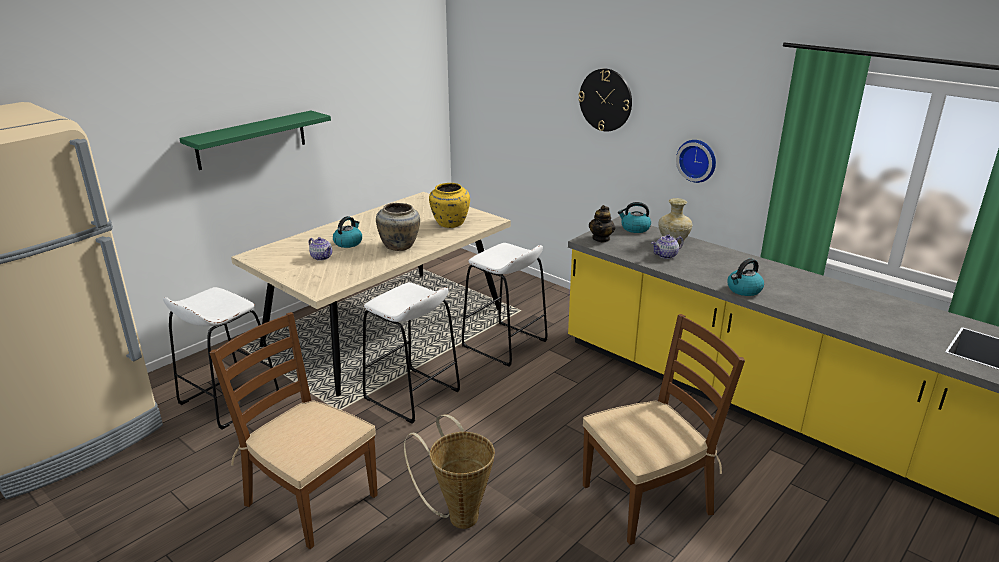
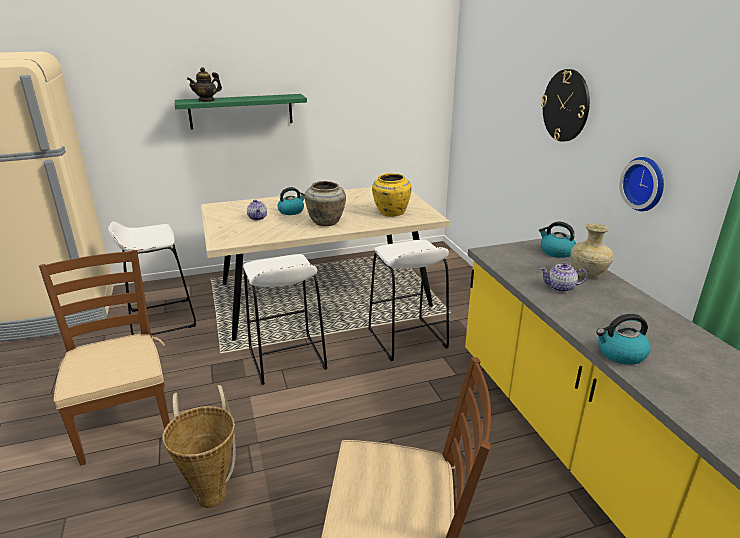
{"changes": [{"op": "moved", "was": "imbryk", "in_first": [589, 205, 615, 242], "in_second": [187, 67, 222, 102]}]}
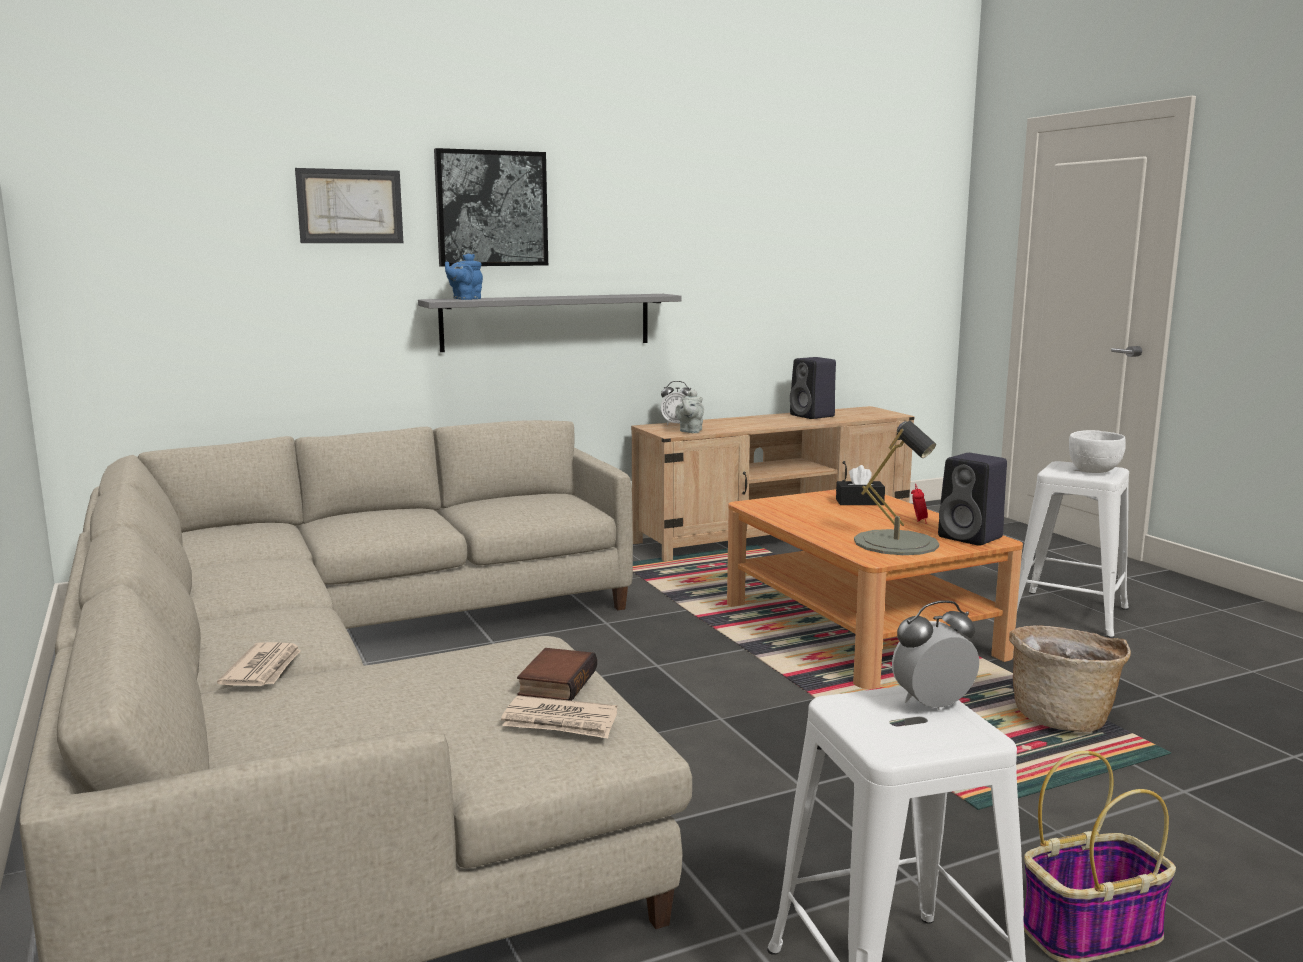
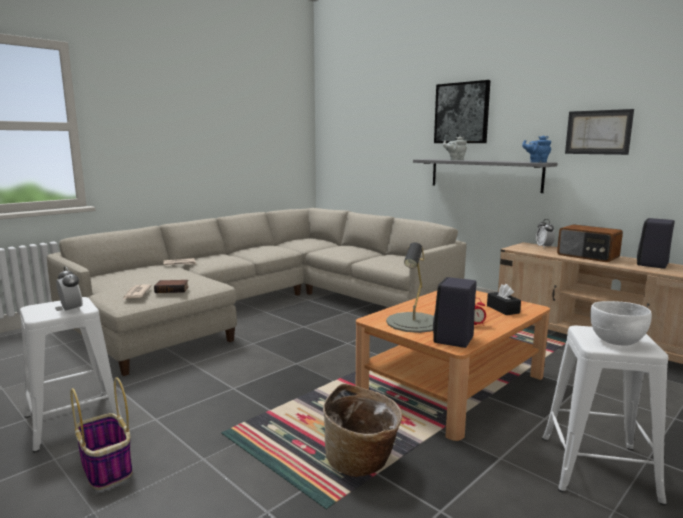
{"changes": [{"op": "moved", "was": "imbryk/szary", "in_first": [675, 389, 704, 433], "in_second": [443, 137, 467, 160]}, {"op": "moved", "was": "imbryk/niebieski", "in_first": [445, 253, 483, 300], "in_second": [522, 136, 551, 163]}, {"op": "added", "now": "radio", "in_second": [557, 224, 623, 262]}, {"op": "moved", "was": "obraz", "in_first": [295, 168, 403, 243], "in_second": [565, 109, 634, 155]}]}
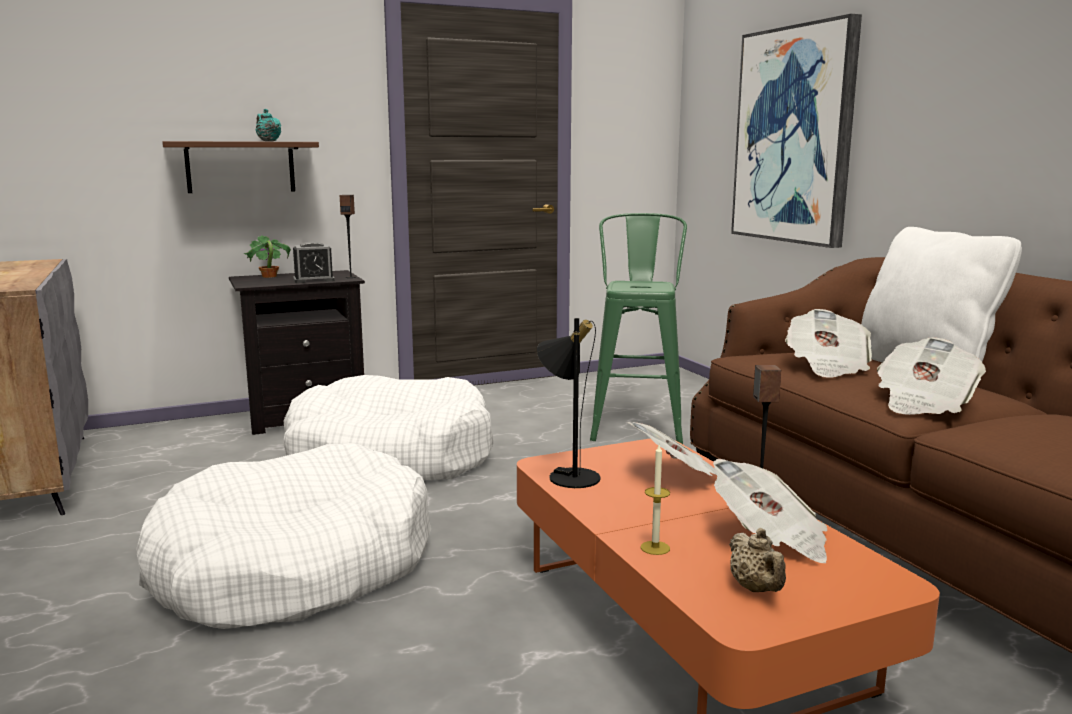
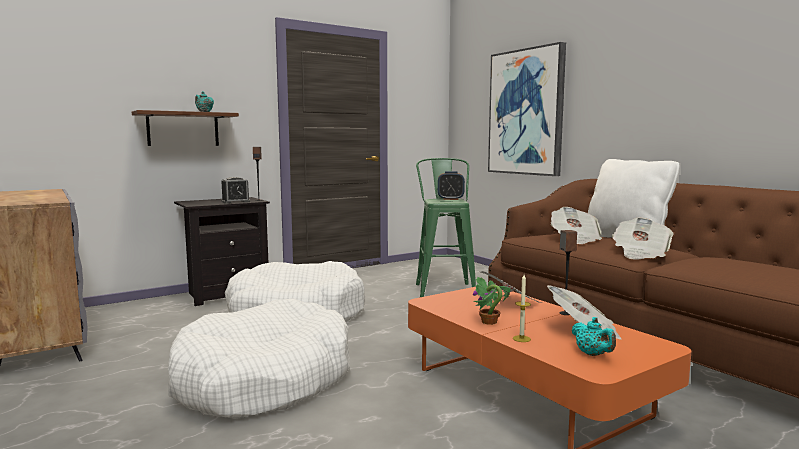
{"changes": [{"op": "added", "now": "budzik", "in_second": [438, 171, 465, 200]}, {"op": "moved", "was": "roślina doniczkowa", "in_first": [244, 235, 291, 278], "in_second": [473, 277, 511, 325]}, {"op": "recoloured", "was": "imbryk/beżowy", "now": "imbryk/turkusowy", "in_first": [729, 528, 786, 592], "in_second": [572, 317, 616, 356]}, {"op": "removed", "was": "lampa stołowa/czarny", "in_first": [537, 318, 601, 488]}]}
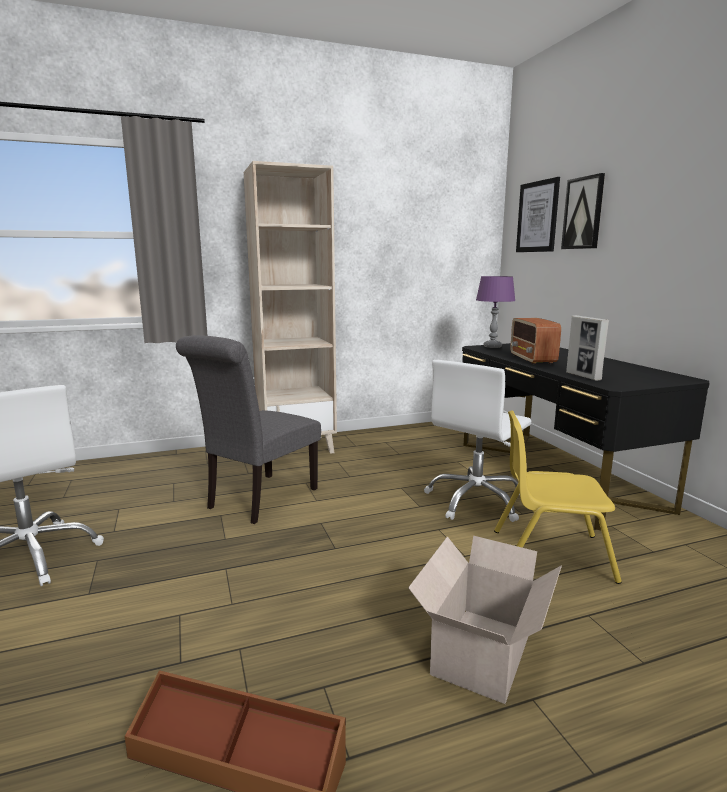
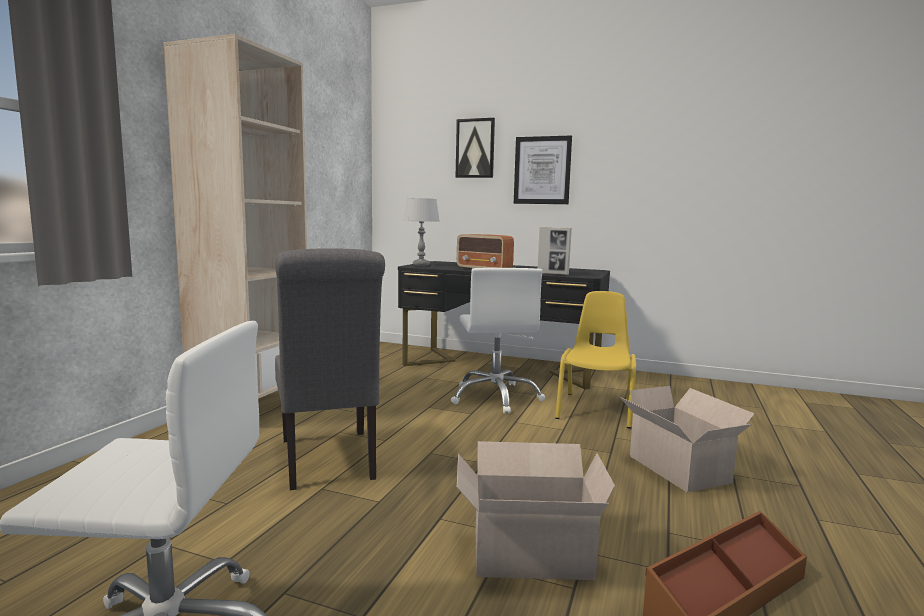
{"changes": [{"op": "recoloured", "was": "lampa stołowa/fioletowy", "now": "lampa stołowa/szary", "in_first": [476, 276, 515, 348], "in_second": [403, 198, 440, 266]}, {"op": "added", "now": "karton", "in_second": [457, 441, 615, 580]}, {"op": "moved", "was": "obraz", "in_first": [516, 177, 560, 252], "in_second": [514, 135, 572, 204]}, {"op": "turned", "was": "krzesło/żółty", "in_first": [494, 410, 622, 584], "in_second": [555, 291, 636, 429], "clockwise": 150}]}
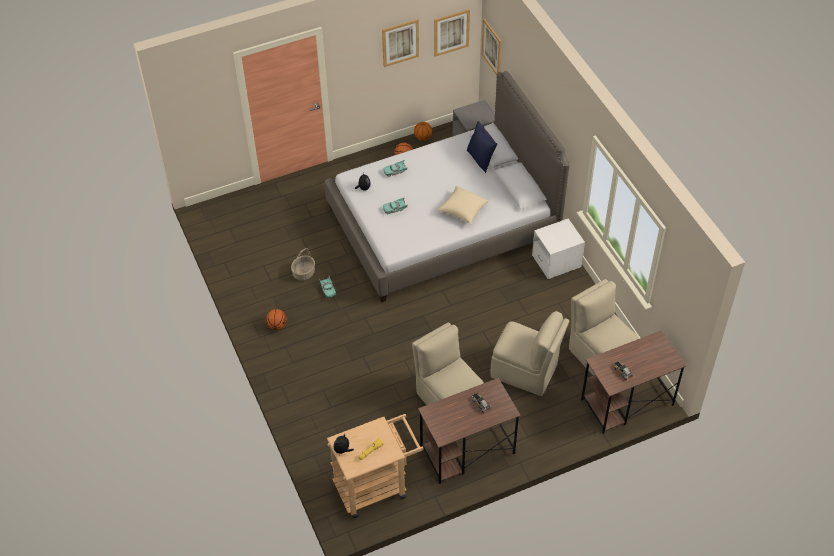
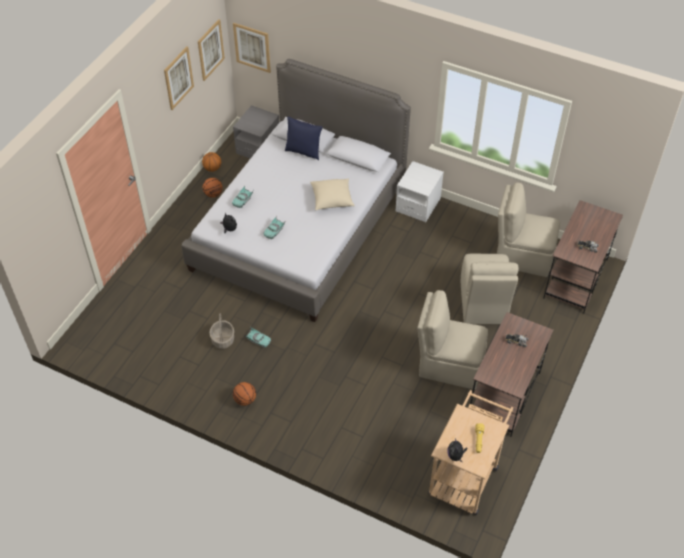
{"changes": [{"op": "turned", "was": "krzesło/beżowy", "in_first": [491, 311, 569, 396], "in_second": [461, 254, 519, 324], "clockwise": 105}]}
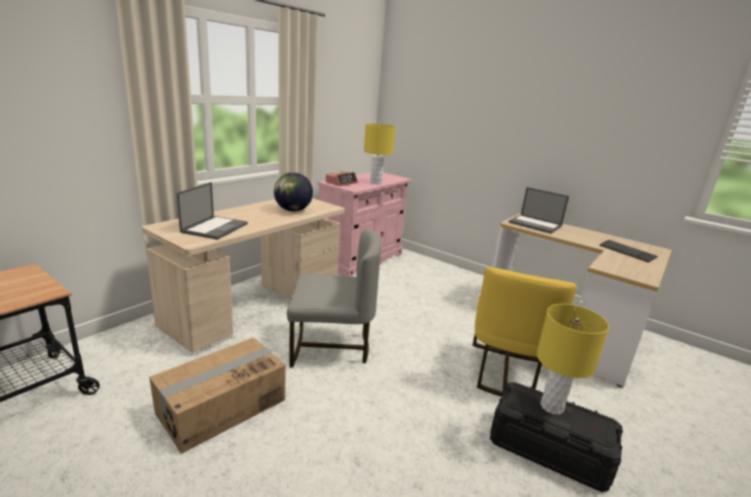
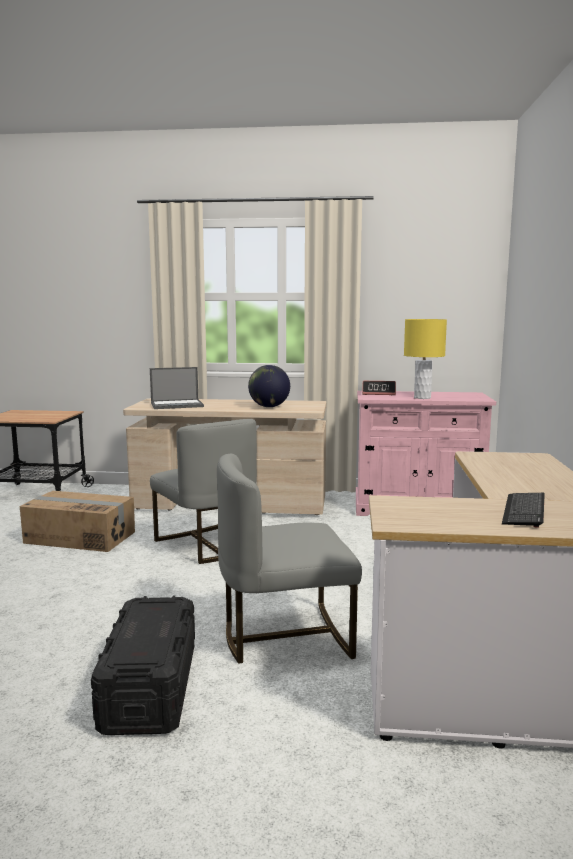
{"changes": [{"op": "recoloured", "was": "krzesło/żółty", "now": "krzesło/szary", "in_first": [472, 267, 577, 397], "in_second": [217, 454, 362, 664]}, {"op": "removed", "was": "laptop", "in_first": [508, 187, 569, 234]}, {"op": "removed", "was": "lampa stołowa/żółty", "in_first": [536, 304, 609, 415]}]}
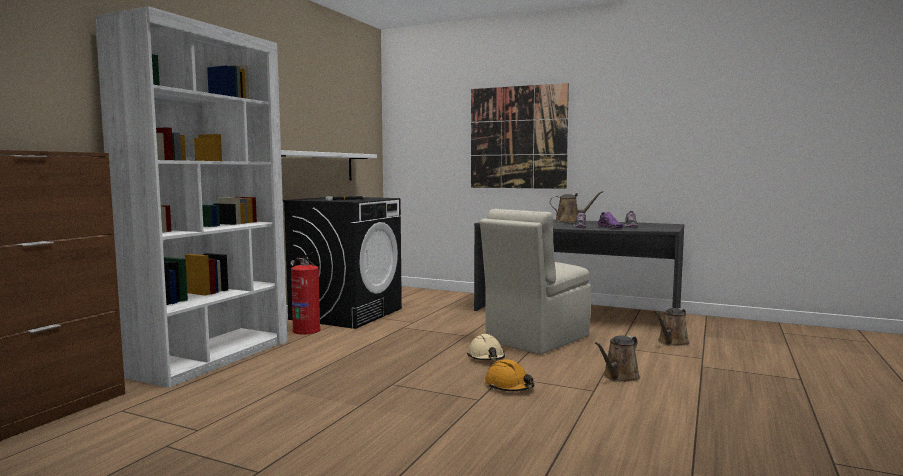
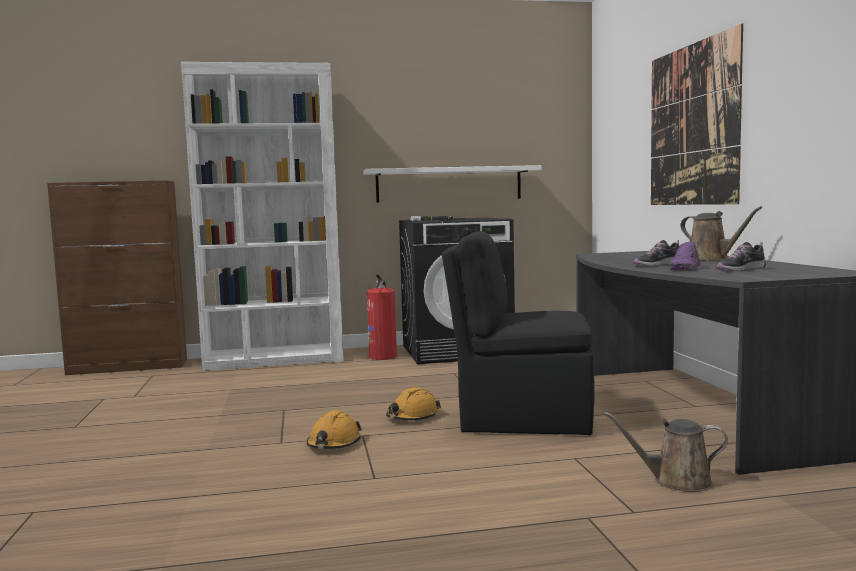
{"changes": [{"op": "recoloured", "was": "kask/beżowy", "now": "kask/pomarańczowy", "in_first": [467, 334, 505, 360], "in_second": [386, 387, 441, 420]}, {"op": "recoloured", "was": "krzesło/beżowy", "now": "krzesło/czarny", "in_first": [480, 209, 591, 355], "in_second": [442, 231, 595, 435]}, {"op": "removed", "was": "konewka/brązowy", "in_first": [595, 335, 640, 382]}]}
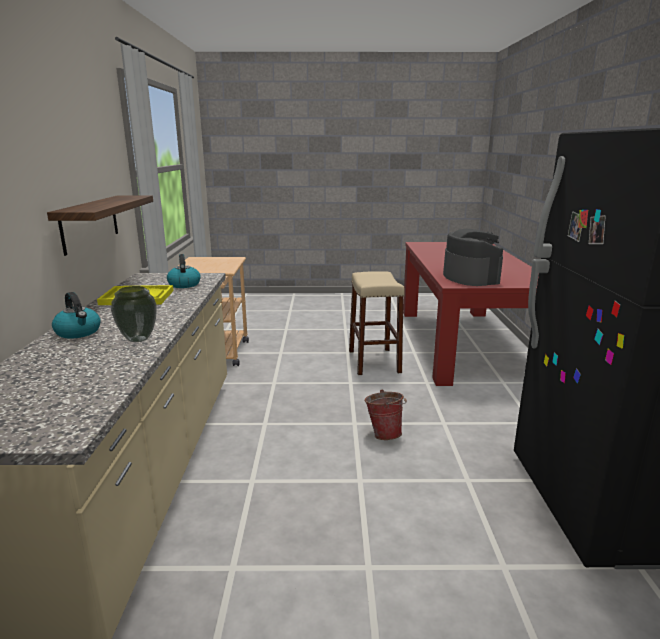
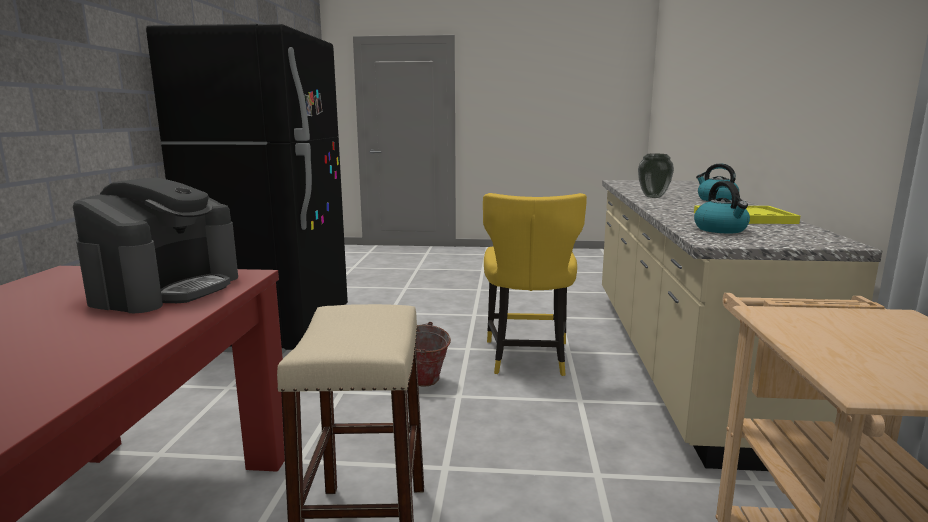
{"changes": [{"op": "turned", "was": "ekspres do kawy", "in_first": [443, 229, 503, 286], "in_second": [73, 178, 238, 313], "clockwise": -150}, {"op": "added", "now": "krzesło/żółty", "in_second": [483, 193, 587, 376]}, {"op": "removed", "was": "półka", "in_first": [47, 195, 153, 256]}]}
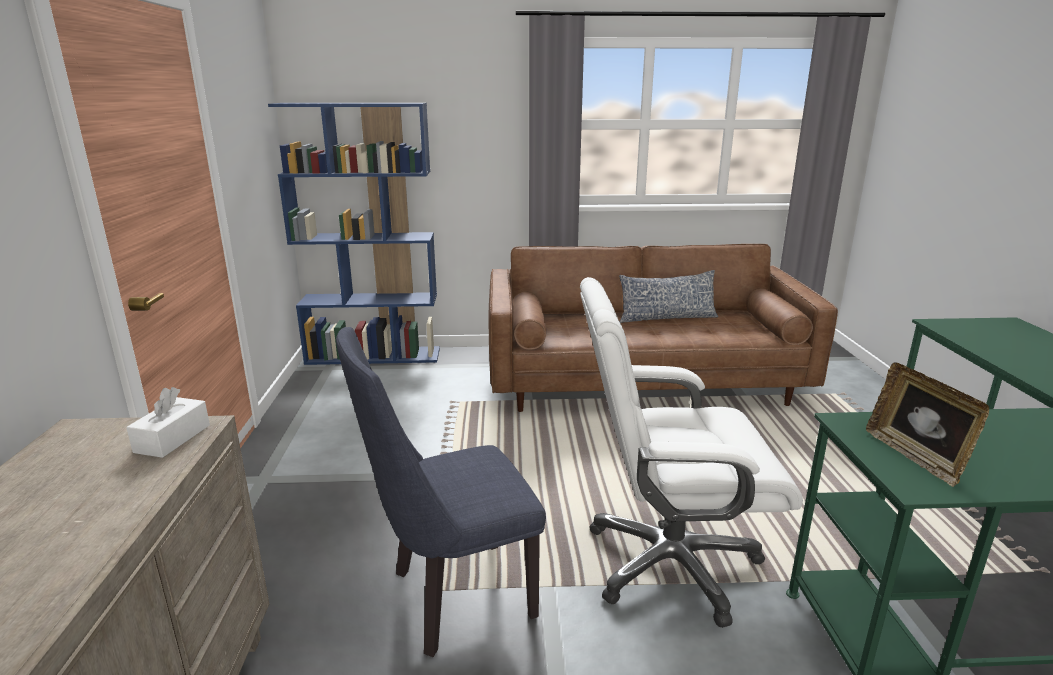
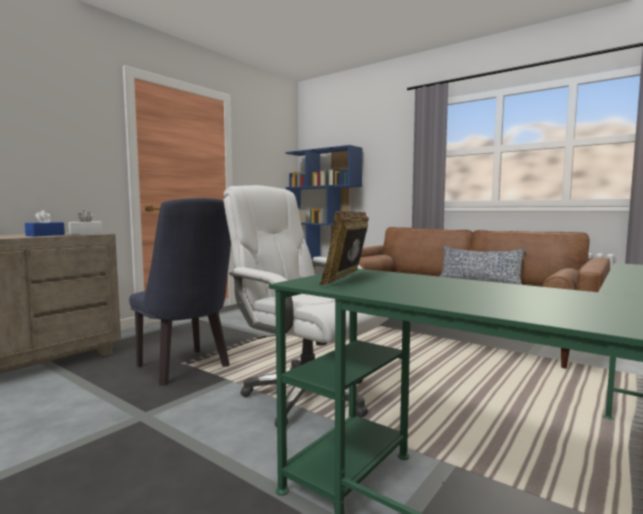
{"changes": [{"op": "added", "now": "pudełko chusteczek/niebieski", "in_second": [25, 210, 65, 236]}, {"op": "turned", "was": "krzesło/niebieski", "in_first": [336, 327, 546, 657], "in_second": [129, 198, 231, 385], "clockwise": -150}]}
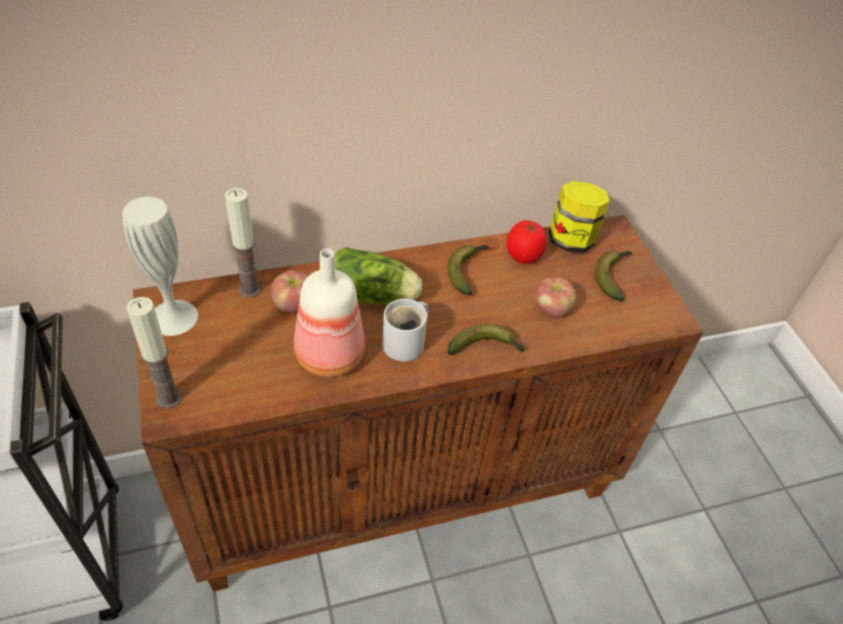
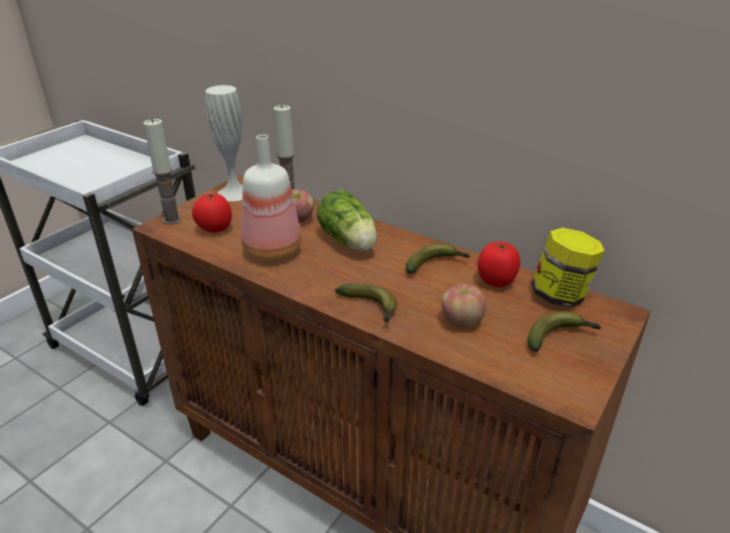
{"changes": [{"op": "added", "now": "pomidor", "in_second": [192, 193, 232, 233]}, {"op": "removed", "was": "kubek/biały", "in_first": [382, 299, 429, 361]}]}
